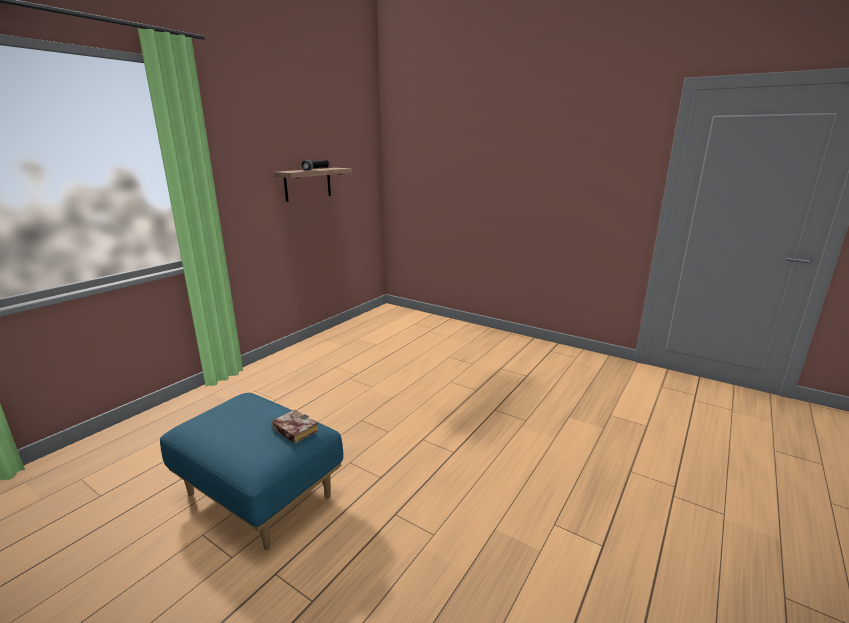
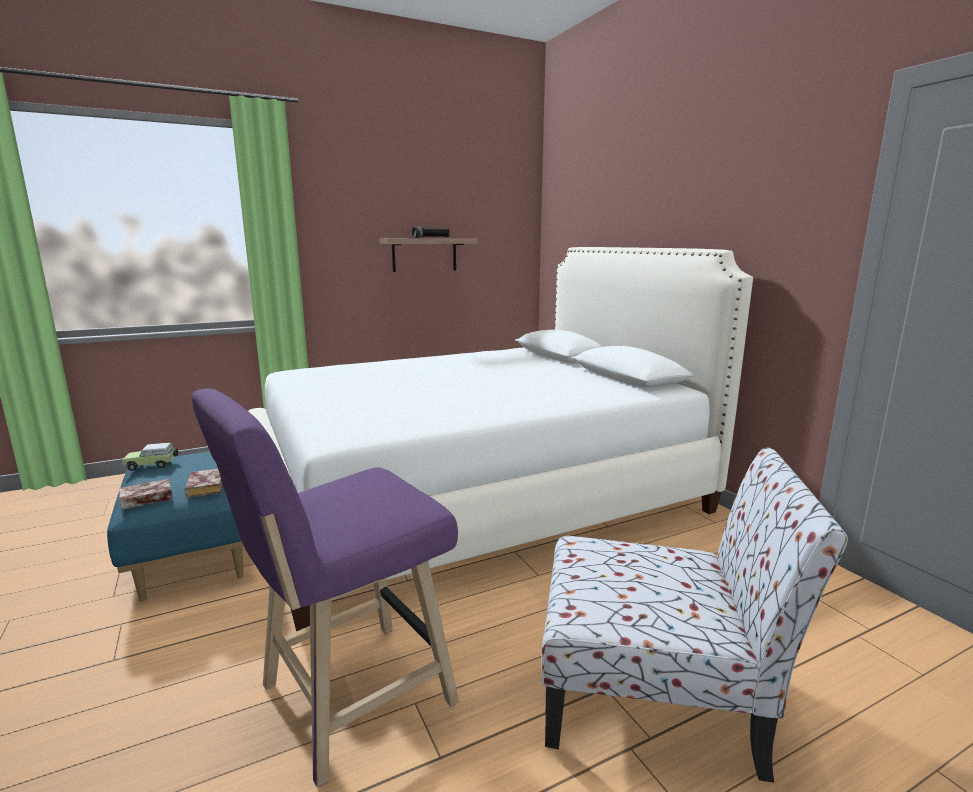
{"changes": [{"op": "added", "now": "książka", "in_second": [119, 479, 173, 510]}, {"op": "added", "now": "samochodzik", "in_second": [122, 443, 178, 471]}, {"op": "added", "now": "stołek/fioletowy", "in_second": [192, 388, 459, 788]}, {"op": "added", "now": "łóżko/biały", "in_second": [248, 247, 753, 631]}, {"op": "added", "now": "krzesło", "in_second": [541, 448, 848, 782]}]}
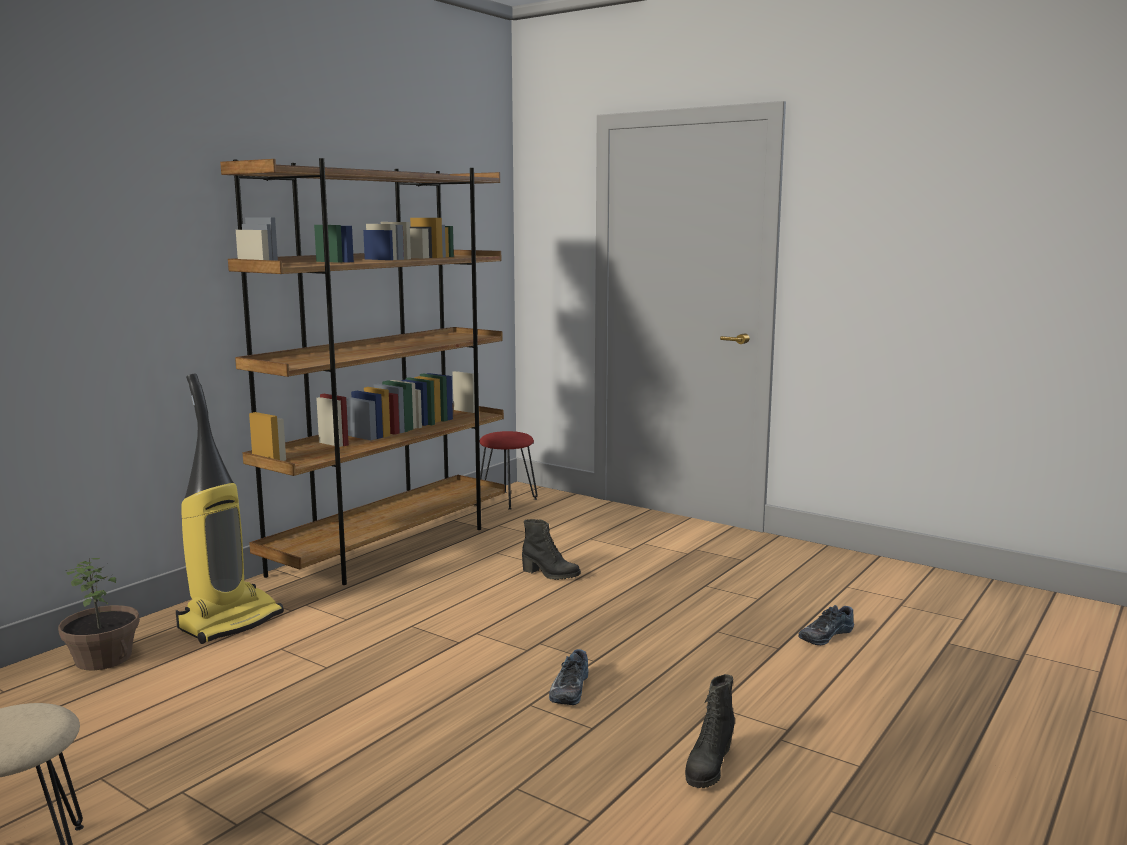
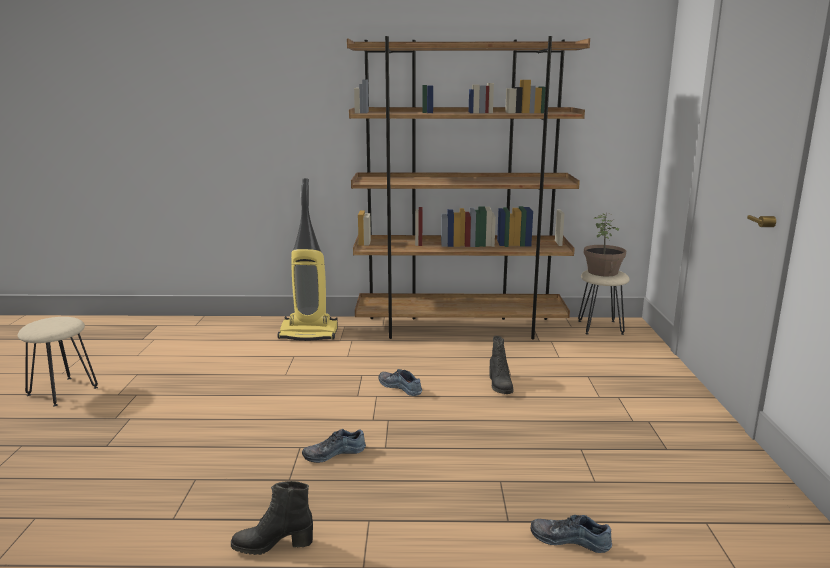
{"changes": [{"op": "added", "now": "but", "in_second": [378, 369, 422, 396]}, {"op": "recoloured", "was": "stołek/czerwony", "now": "stołek/beżowy", "in_first": [479, 431, 538, 510], "in_second": [578, 270, 630, 335]}, {"op": "moved", "was": "roślina doniczkowa", "in_first": [58, 558, 140, 670], "in_second": [584, 213, 626, 276]}]}
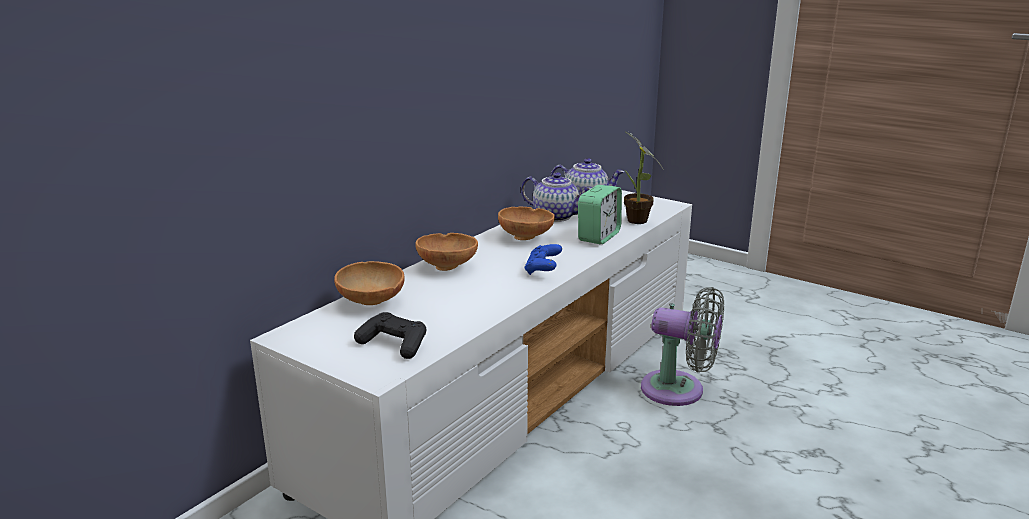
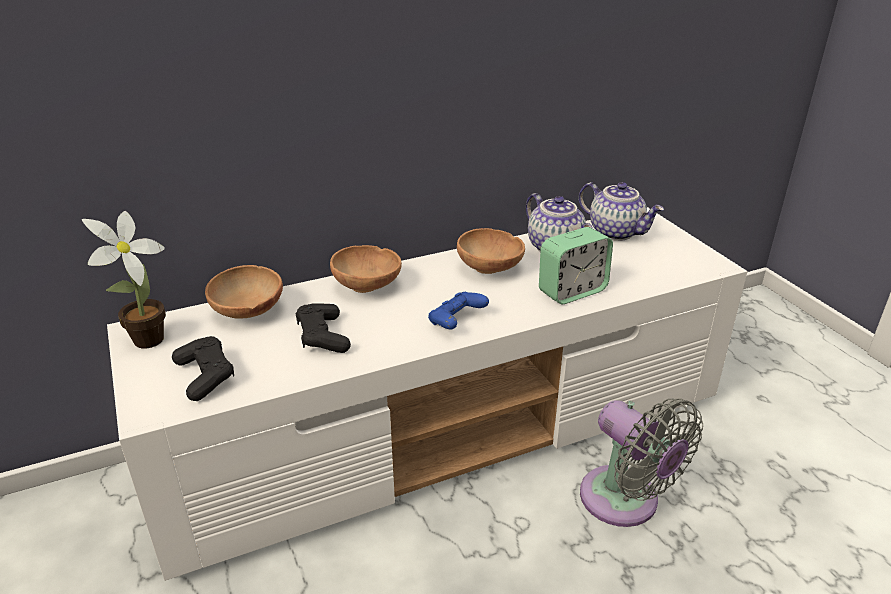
{"changes": [{"op": "moved", "was": "roślina doniczkowa", "in_first": [624, 131, 664, 224], "in_second": [82, 211, 166, 349]}, {"op": "added", "now": "pad do gier/czarny", "in_second": [296, 303, 351, 353]}]}
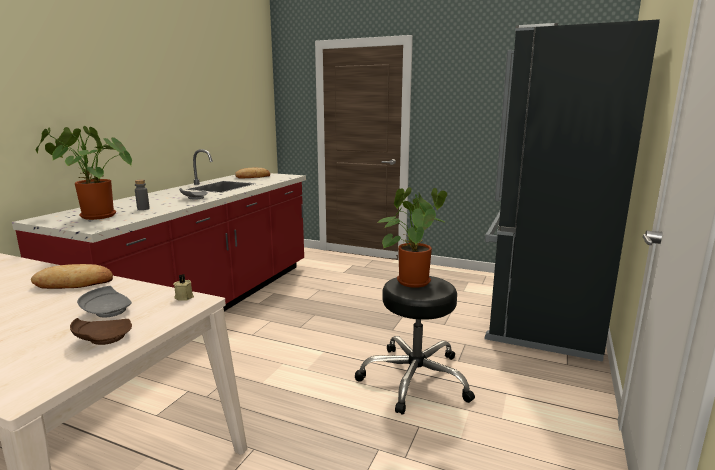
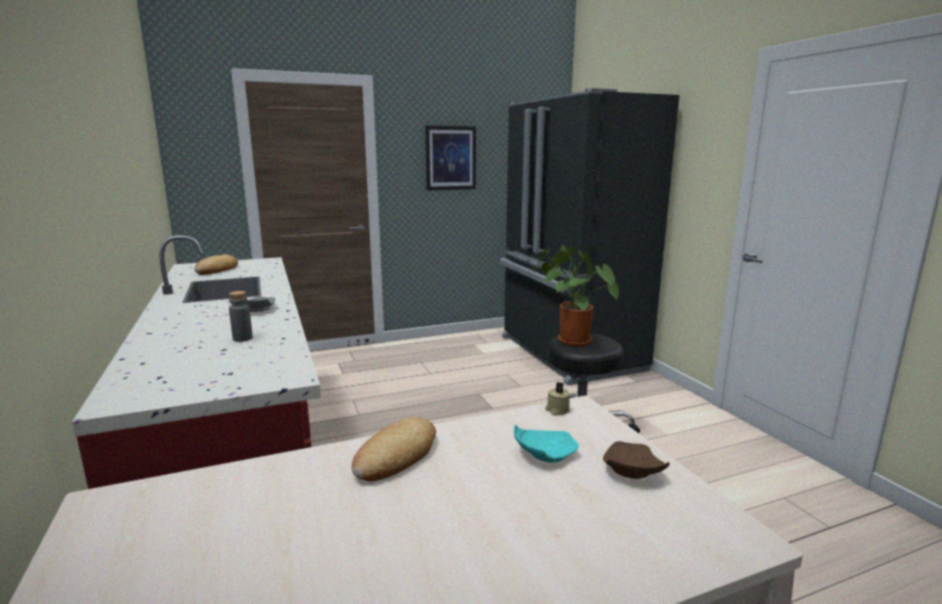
{"changes": [{"op": "added", "now": "obraz", "in_second": [425, 126, 476, 190]}, {"op": "recoloured", "was": "talerz/szary", "now": "talerz/turkusowy", "in_first": [77, 286, 132, 318], "in_second": [514, 425, 579, 462]}, {"op": "removed", "was": "roślina doniczkowa", "in_first": [35, 126, 132, 220]}]}
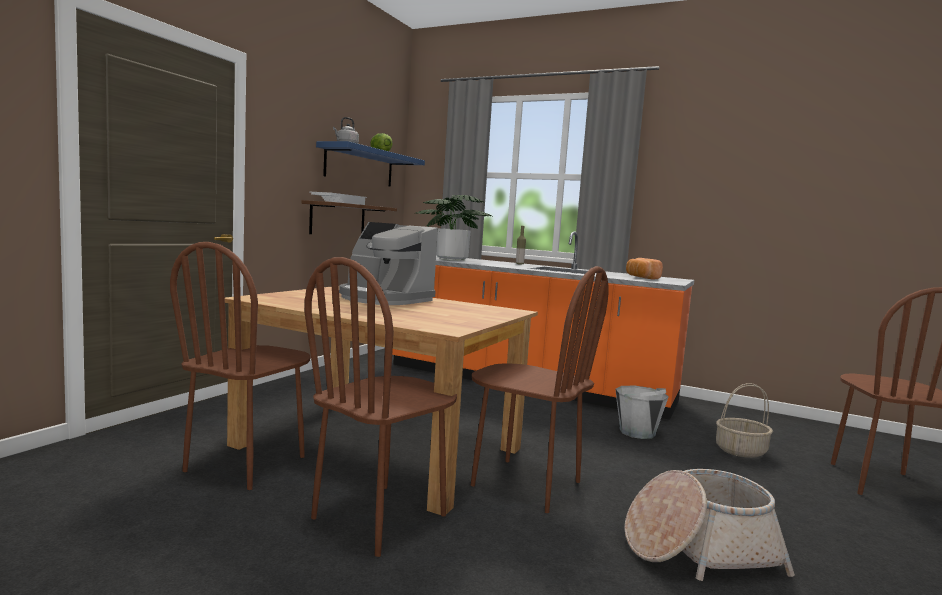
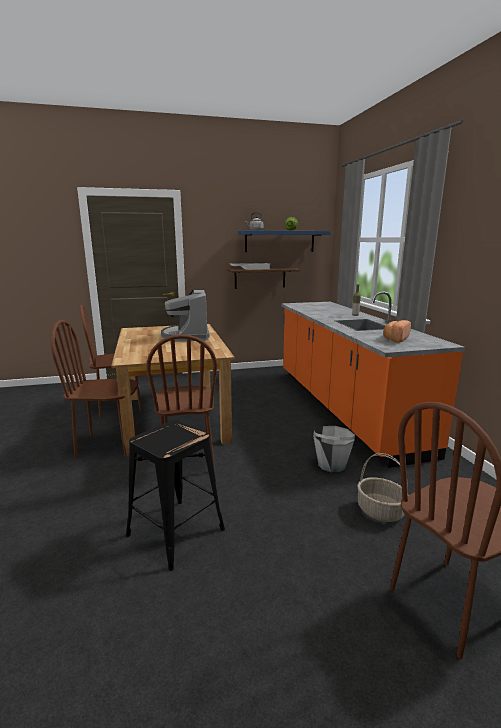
{"changes": [{"op": "replaced", "was": "koszyk", "now": "stołek/czarny", "in_first": [625, 469, 795, 581], "in_second": [126, 421, 225, 571]}, {"op": "removed", "was": "roślina doniczkowa", "in_first": [416, 195, 492, 261]}]}
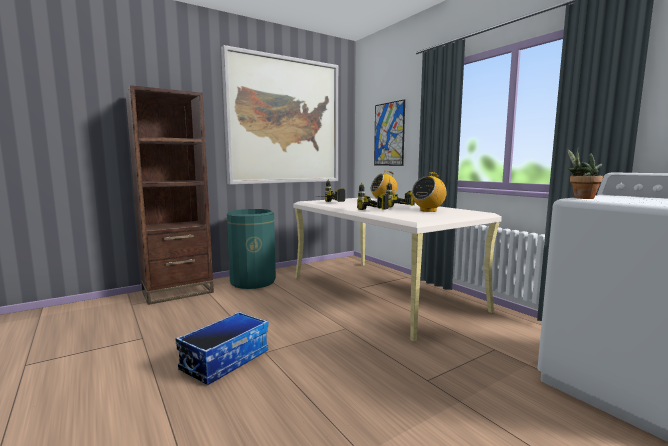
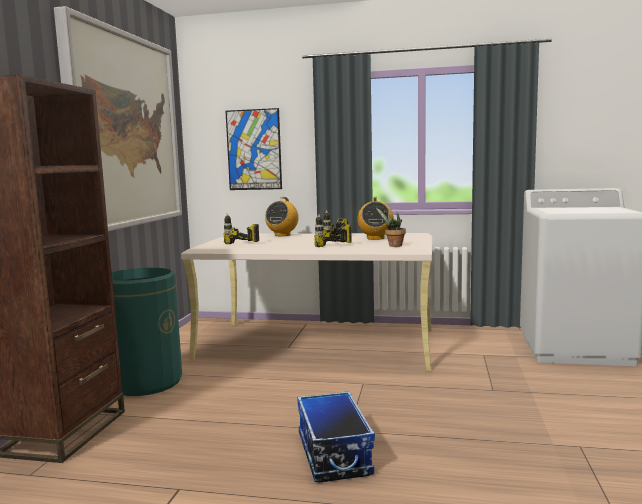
{"changes": [{"op": "moved", "was": "roślina doniczkowa", "in_first": [567, 148, 603, 199], "in_second": [376, 208, 406, 247]}]}
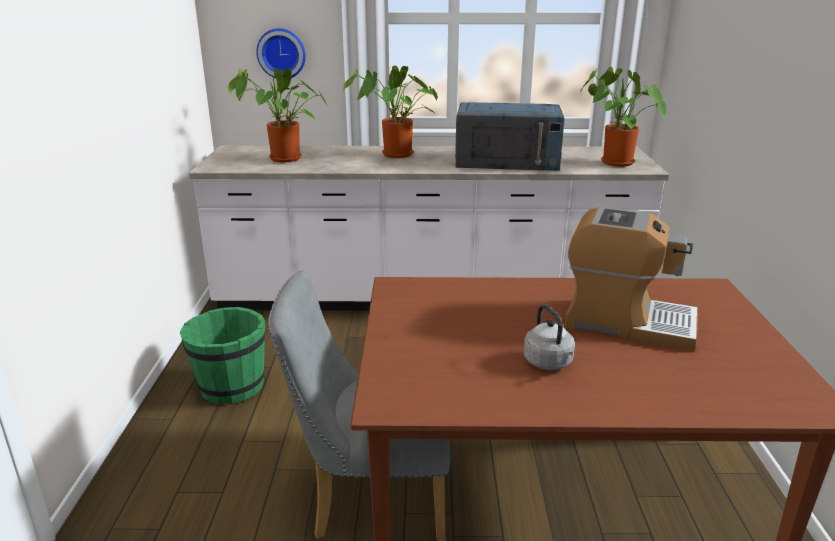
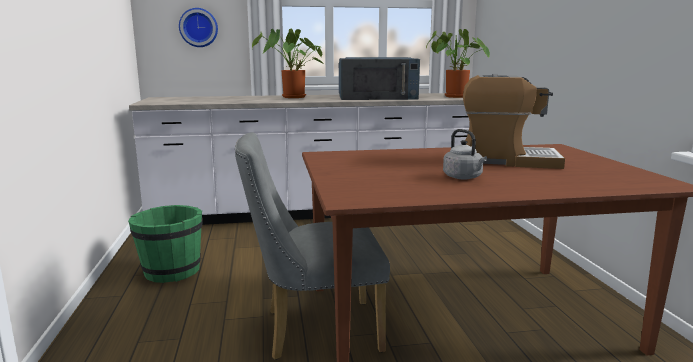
{"changes": [{"op": "removed", "was": "roślina doniczkowa", "in_first": [228, 68, 326, 162]}]}
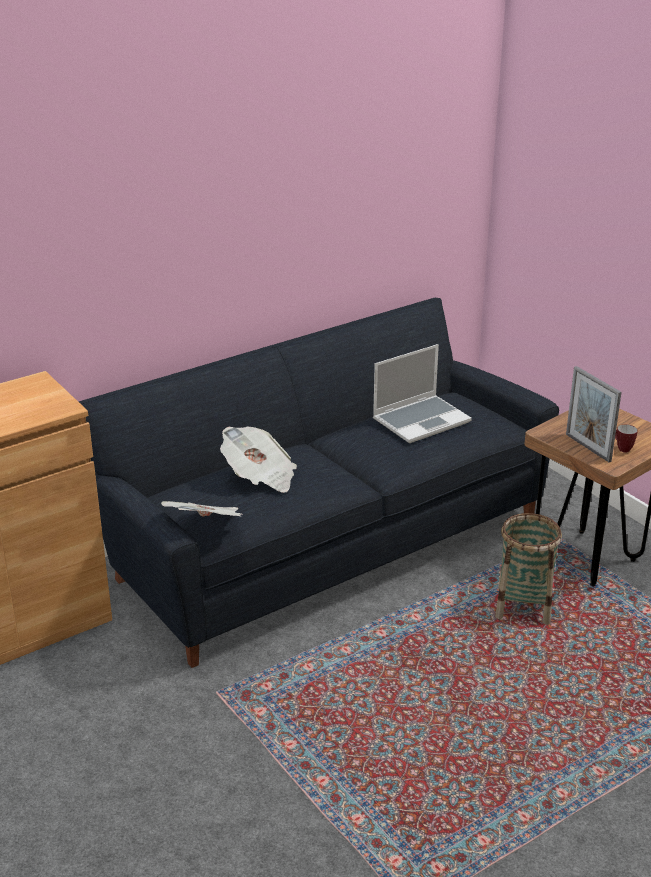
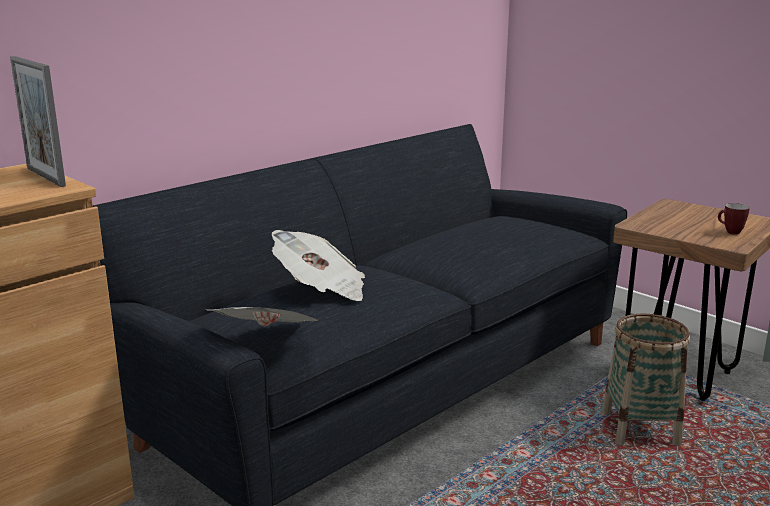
{"changes": [{"op": "moved", "was": "ramka na zdjęcie", "in_first": [566, 366, 622, 462], "in_second": [10, 56, 66, 187]}, {"op": "removed", "was": "laptop", "in_first": [373, 344, 472, 443]}]}
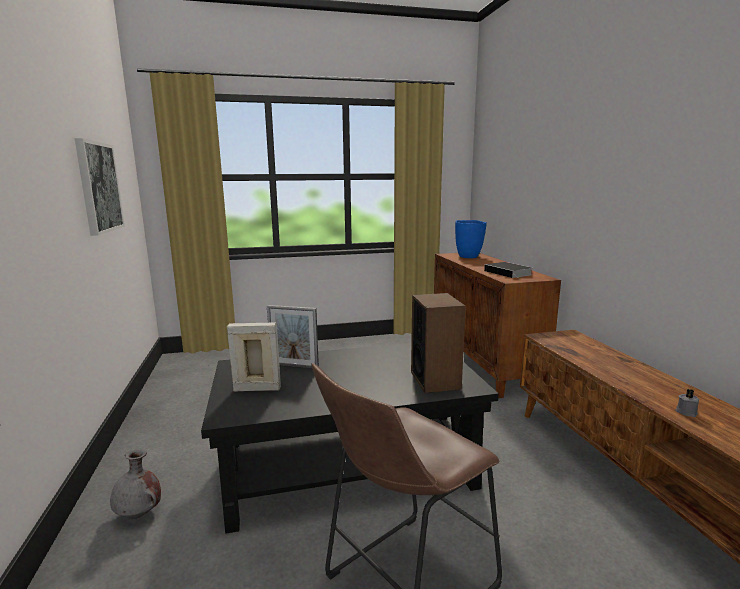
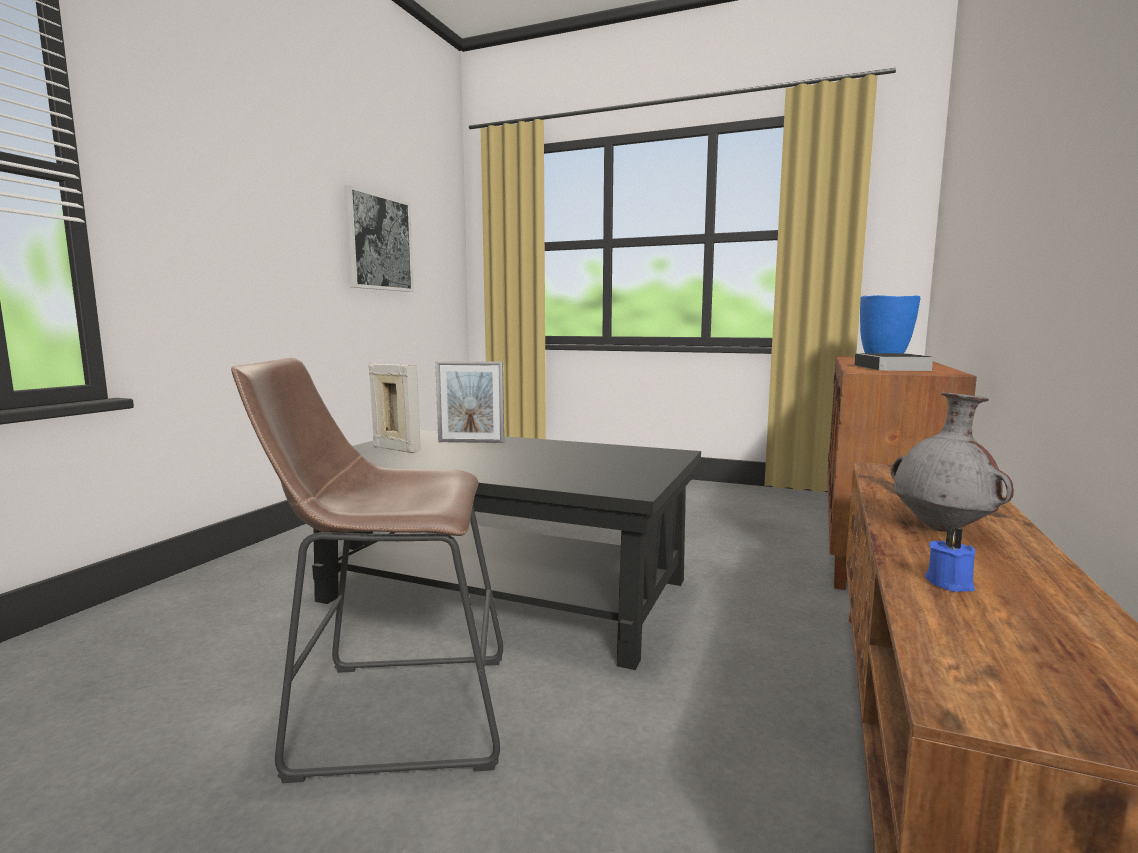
{"changes": [{"op": "turned", "was": "ramka na zdjęcie", "in_first": [267, 305, 319, 368], "in_second": [435, 361, 504, 443], "clockwise": -45}, {"op": "moved", "was": "wazon/szary", "in_first": [110, 449, 161, 519], "in_second": [891, 392, 1014, 531]}, {"op": "recoloured", "was": "świeca/szary", "now": "świeca/niebieski", "in_first": [675, 389, 699, 417], "in_second": [925, 527, 975, 592]}, {"op": "removed", "was": "głośnik", "in_first": [411, 293, 466, 393]}]}
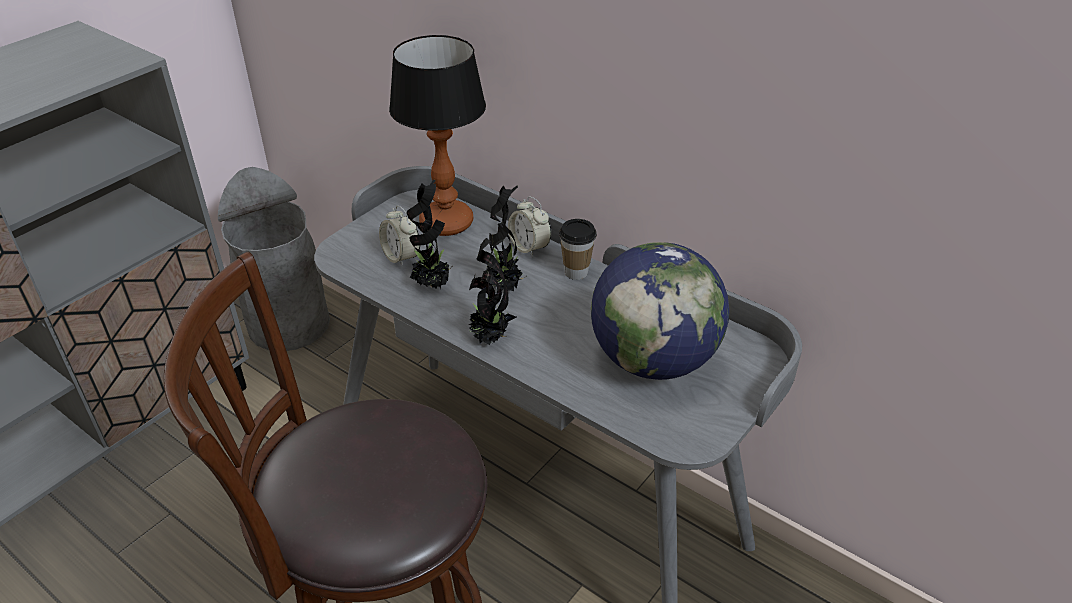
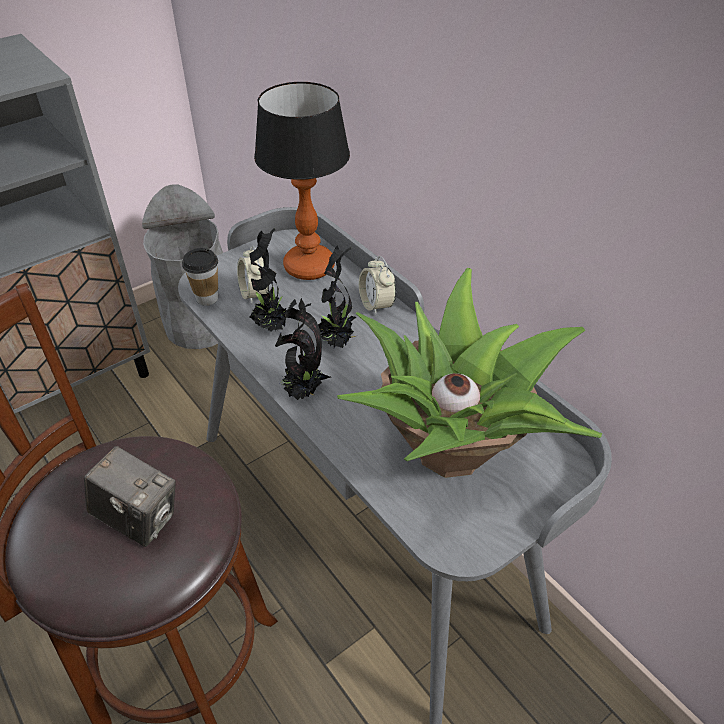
{"changes": [{"op": "added", "now": "aparat fotograficzny", "in_second": [84, 446, 176, 547]}, {"op": "moved", "was": "filiżanka", "in_first": [559, 219, 597, 280], "in_second": [182, 248, 218, 306]}, {"op": "replaced", "was": "globus", "now": "roślina doniczkowa", "in_first": [591, 242, 729, 380], "in_second": [337, 268, 603, 478]}]}
